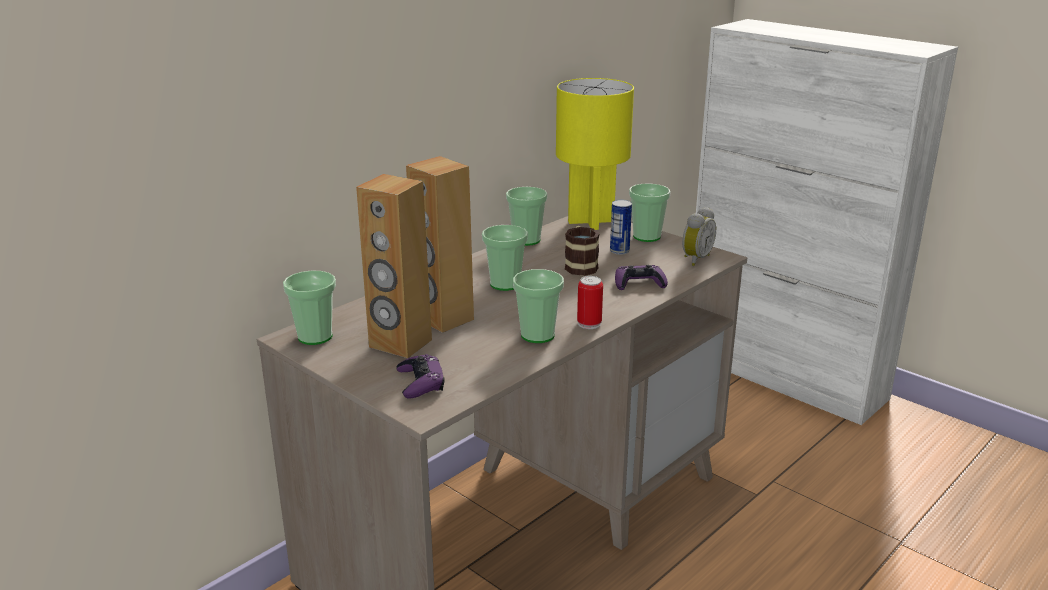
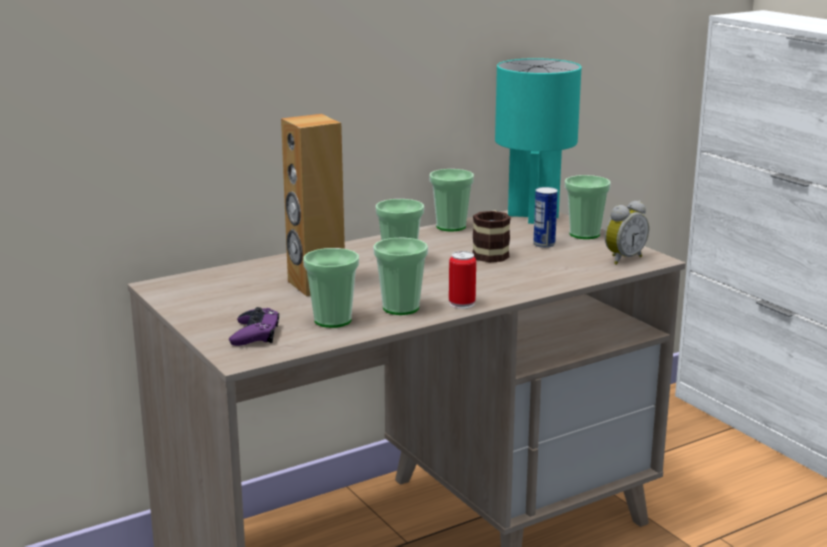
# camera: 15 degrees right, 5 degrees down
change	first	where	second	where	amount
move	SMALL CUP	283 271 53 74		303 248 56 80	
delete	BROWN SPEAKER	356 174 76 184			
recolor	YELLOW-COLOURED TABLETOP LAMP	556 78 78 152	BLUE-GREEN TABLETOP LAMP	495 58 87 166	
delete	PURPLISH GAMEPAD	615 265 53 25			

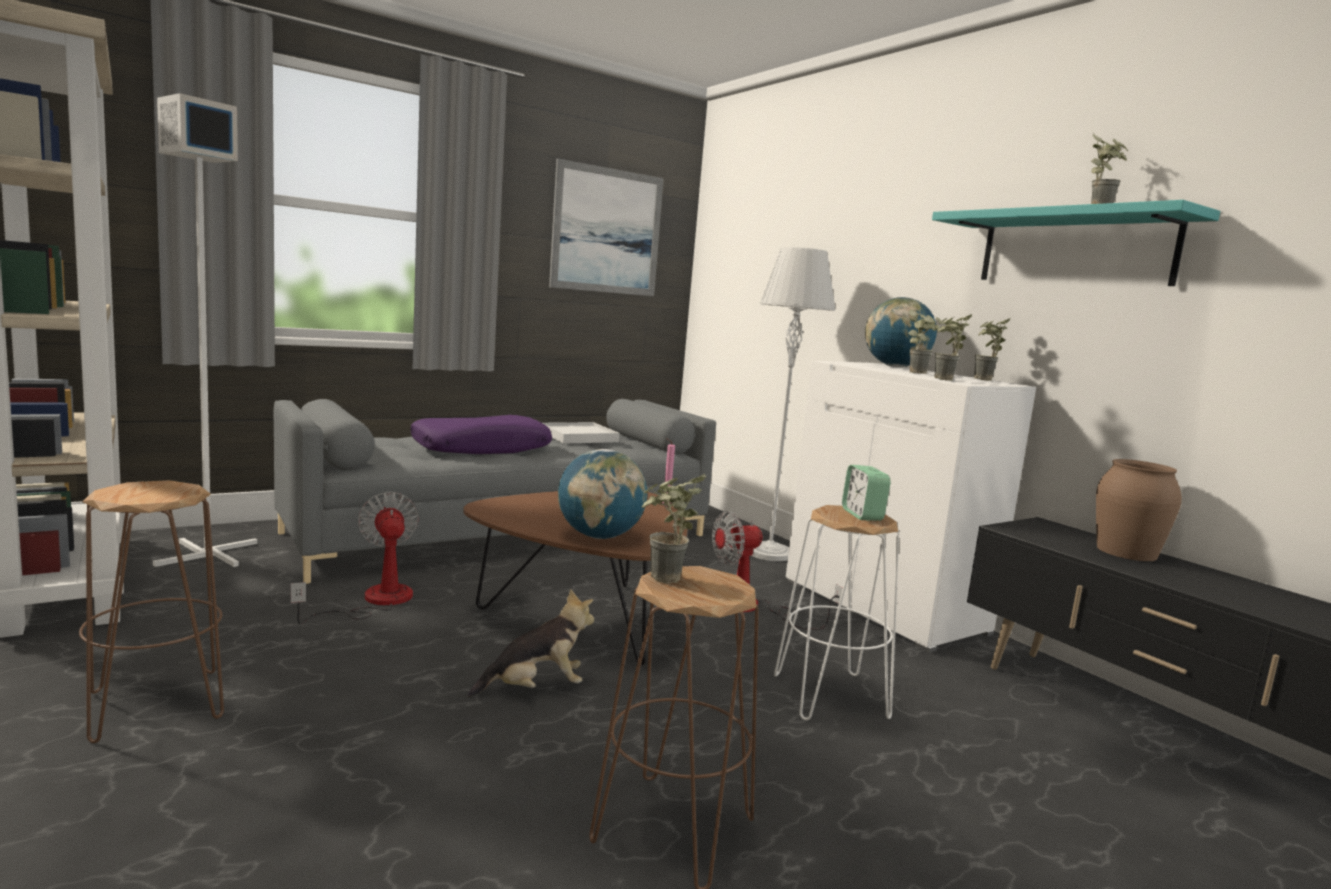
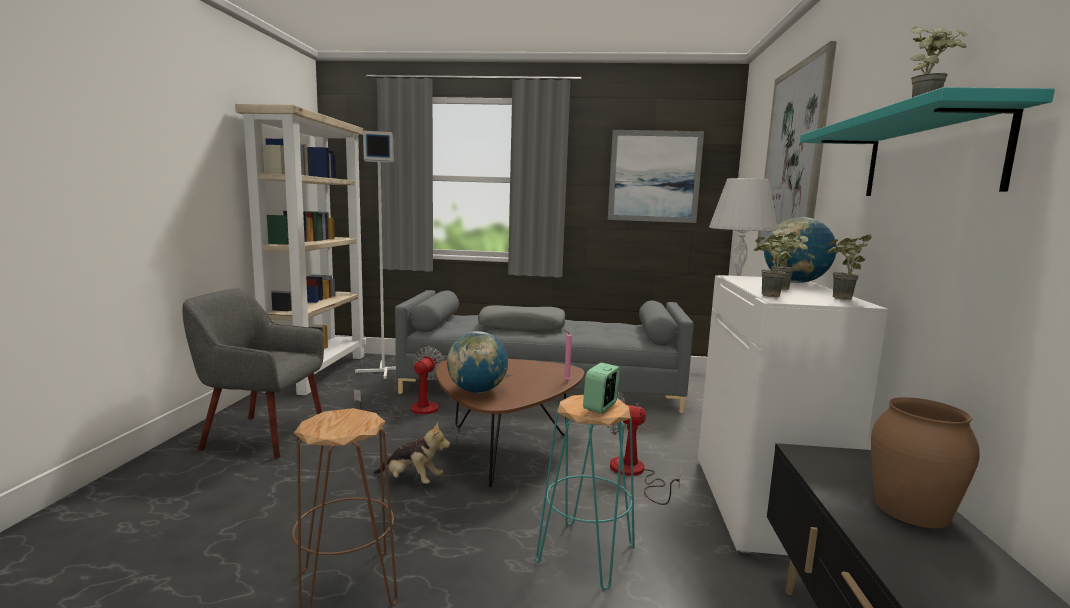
# camera: 40 degrees right, 0 degrees up
change	first	where	second	where	amount
replace	BROWN STOOL SEAT	79 480 145 263	GREYISH LOUNGE CHAIR	182 288 142 171	
recolor	PURPLISH CUSHION	410 415 142 39	GREYISH CUSHION	478 305 87 27	
delete	WHITE CARRYING TRAY	543 422 77 22			
delete	HOUSEPLANT	642 474 64 110			
recolor	WHITE STOOL SEAT	774 505 125 215	BLUE-GREEN STOOL SEAT	536 395 99 195	
insert			PICTURE	757 41 80 210	

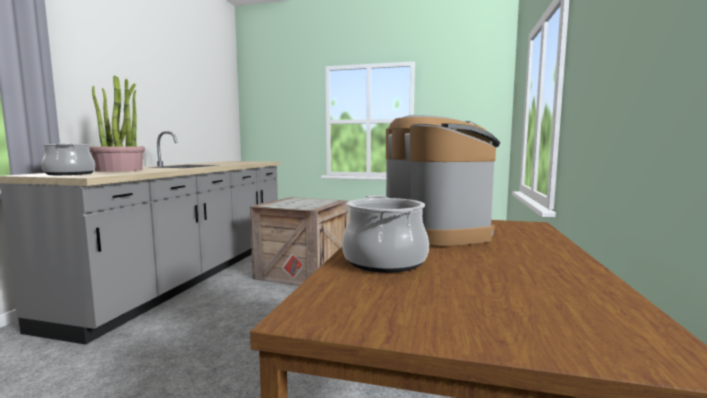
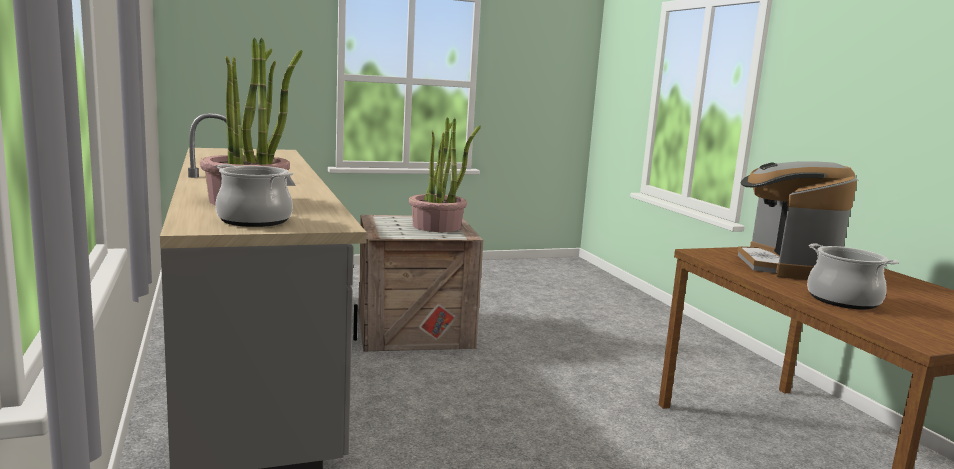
# camera: 35 degrees left, 5 degrees up
change	first	where	second	where	amount
rotate	COFFEE MAKER	386 115 114 132		738 161 119 119	120 degrees counterclockwise
insert			HOUSEPLANT	409 117 72 115	

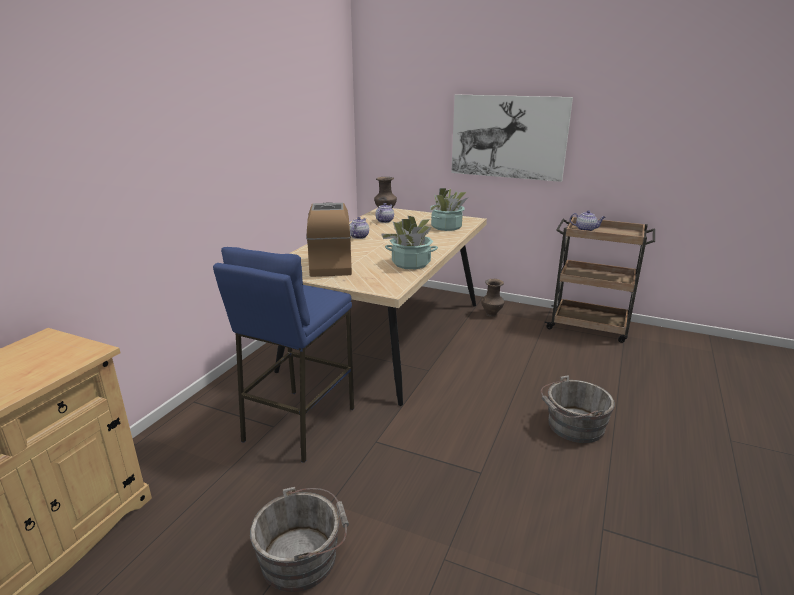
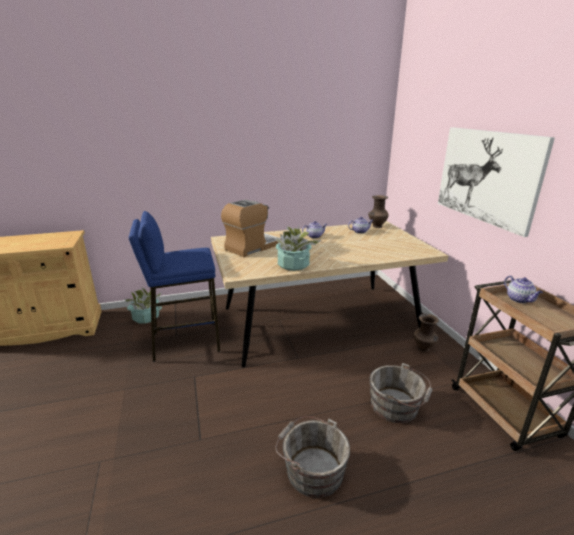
# camera: 50 degrees right, 0 degrees up
change	first	where	second	where	amount
move	GREYISH PAIL	250 487 99 105		369 363 63 60	
move	HOUSEPLANT	430 188 39 43		124 287 38 37	

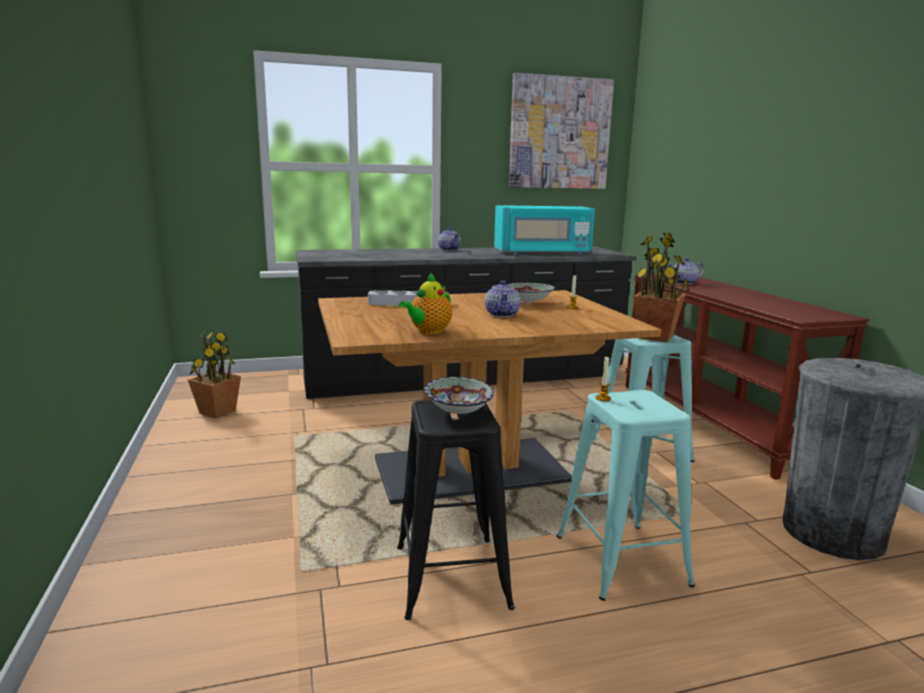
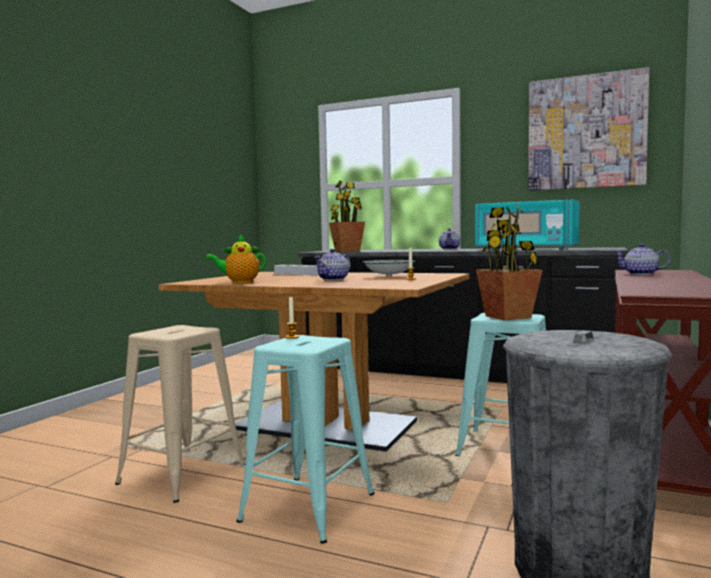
# camera: 40 degrees right, 10 degrees down
change	first	where	second	where	amount
move	HOUSEPLANT	188 330 53 88		329 181 36 71	
recolor	BLACKISH STOOL SEAT	397 400 118 220	SAND-COLOURED STOOL SEAT	115 325 130 178	
delete	DEEP DISH	424 377 70 37			

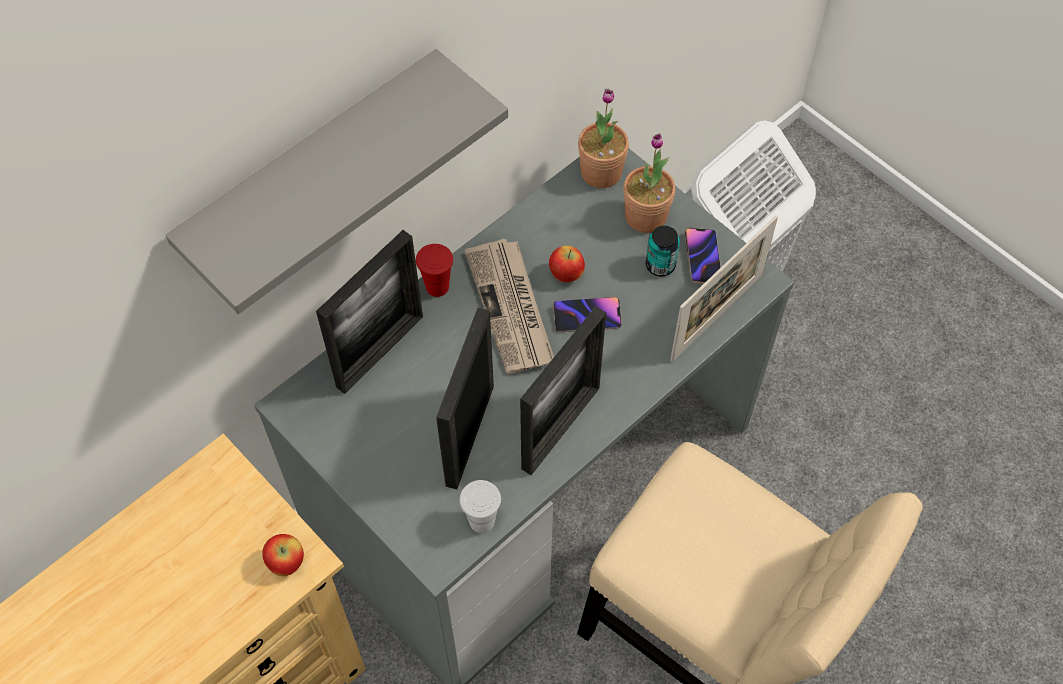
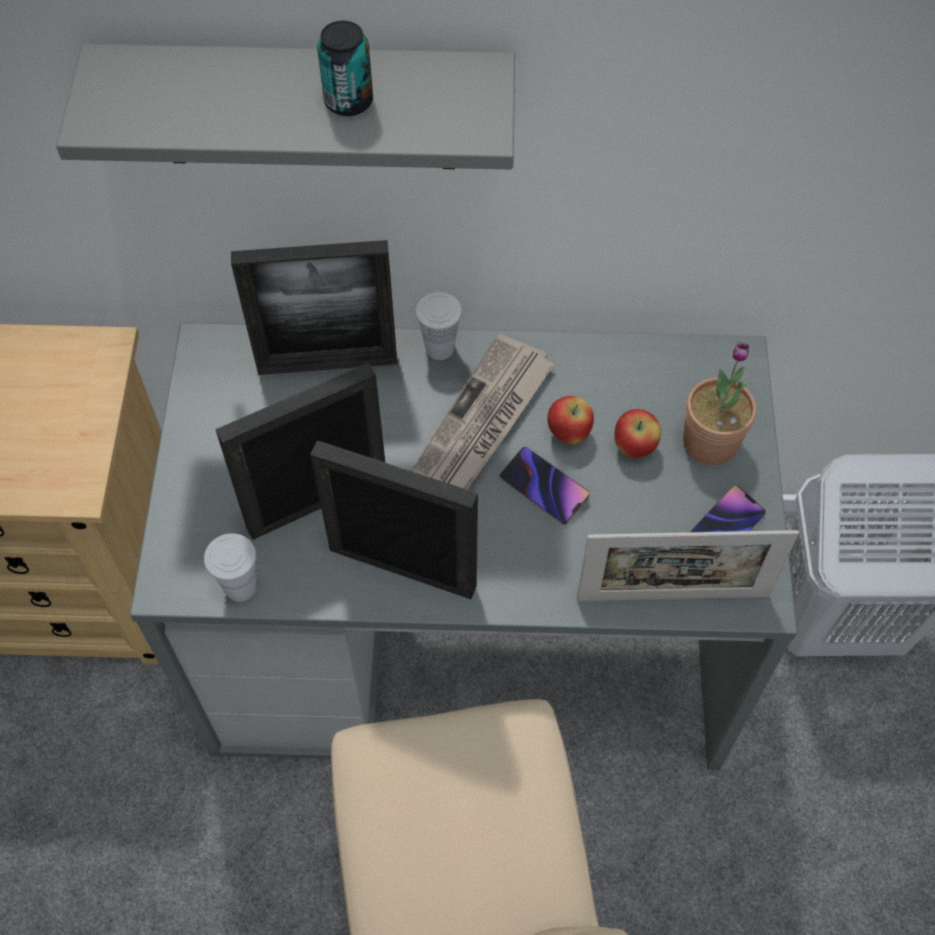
# camera: 45 degrees right, 0 degrees up
change	first	where	second	where	amount
move	APPLE	262 534 42 42		615 409 46 49	
recolor	RED-COLOURED SMALL CUP	416 244 37 53	WHITE SMALL CUP	415 292 47 68	
rotate	PICTURE FRAME	520 306 86 169		310 440 168 159	150 degrees counterclockwise
delete	HOUSEPLANT	578 89 51 99			
move	CAN	646 226 34 50		317 20 56 96	

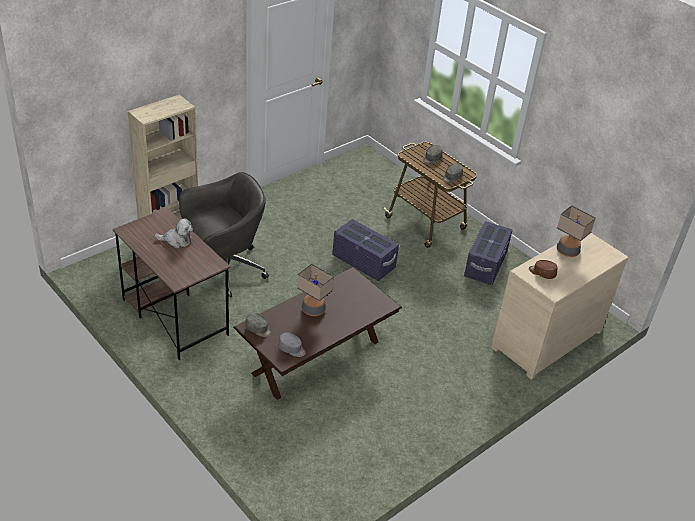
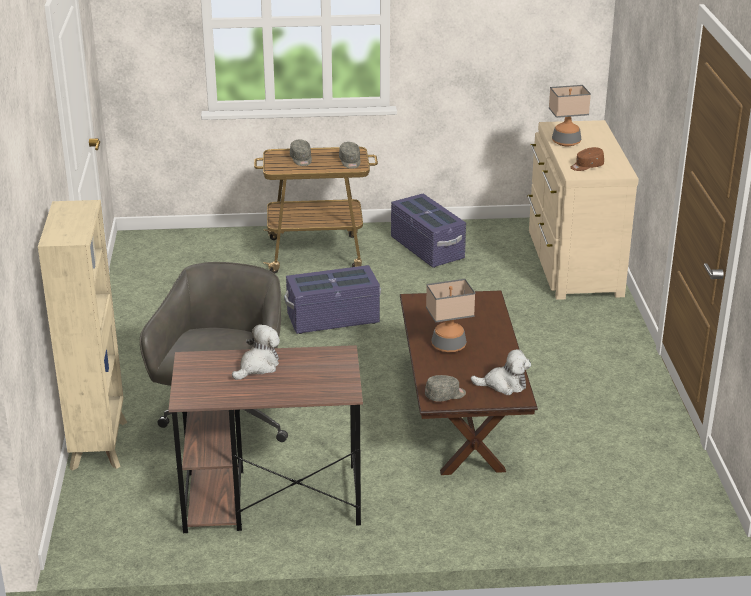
# camera: 50 degrees left, 10 degrees down
change	first	where	second	where	amount
replace	GREYISH CAP	278 333 28 24	CUDDLY TOY	471 349 60 46	

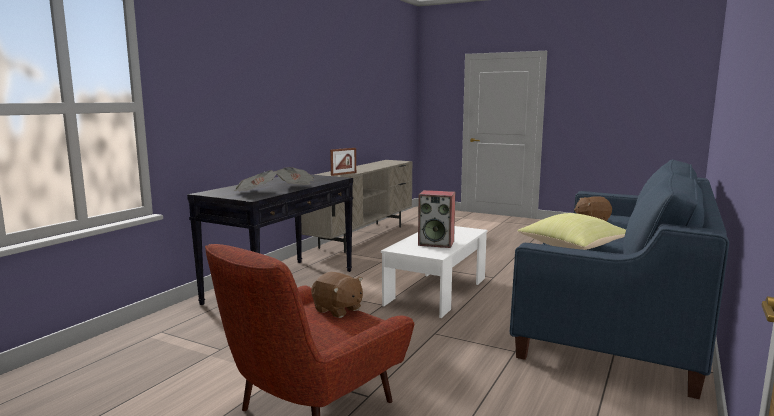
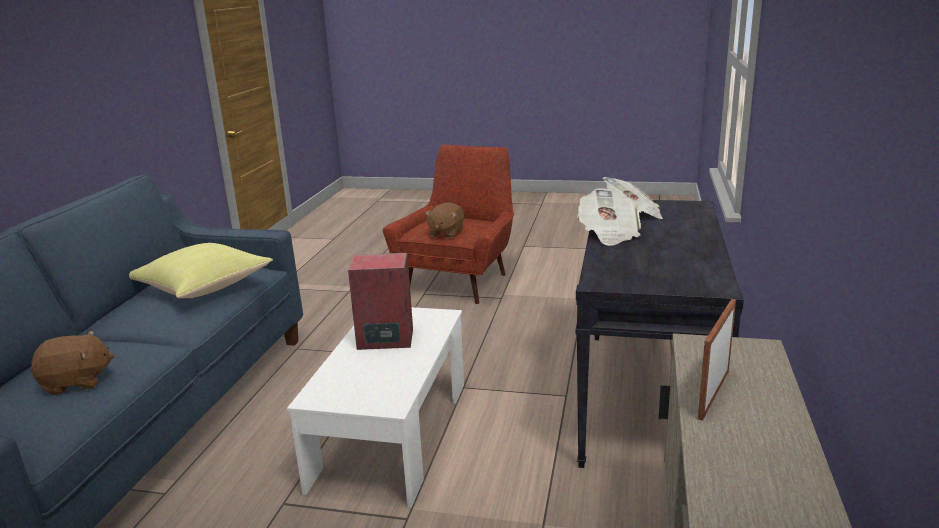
# camera: 165 degrees right, 10 degrees up
change	first	where	second	where	amount
rotate	BROWN CUDDLY TOY	311 272 52 46		425 202 39 36	90 degrees counterclockwise

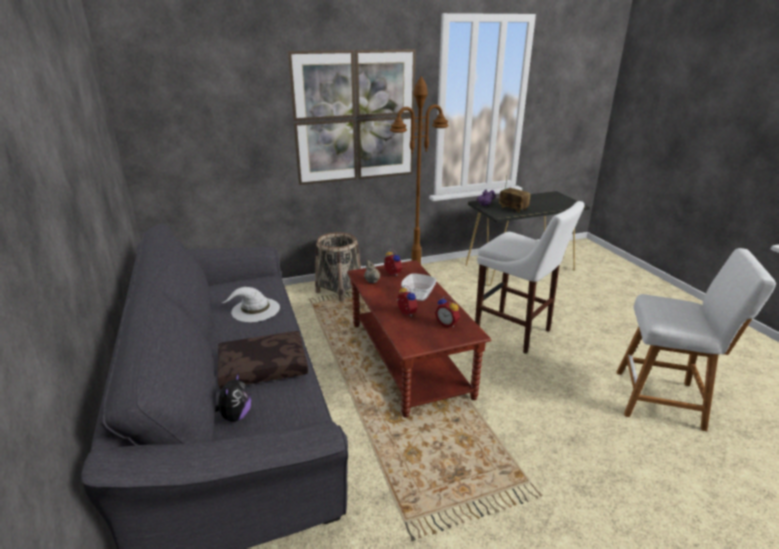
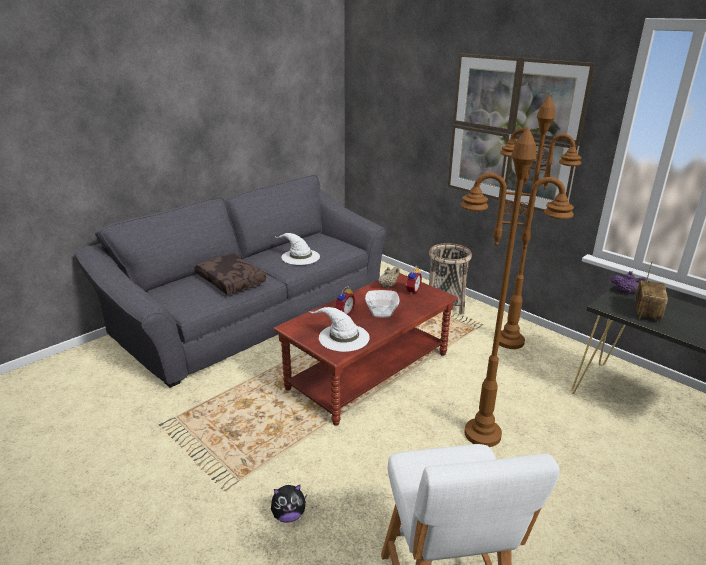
# camera: 65 degrees right, 0 degrees up
change	first	where	second	where	amount
move	CUDDLY TOY	215 372 36 50		271 485 36 38	
replace	BEDSIDE CLOCK	435 296 25 32	WHITE CLOTHING HAT	309 307 61 45	
replace	WHITE STOOL SEAT	475 201 110 153	BROWN FLOOR LAMP	460 127 114 320	

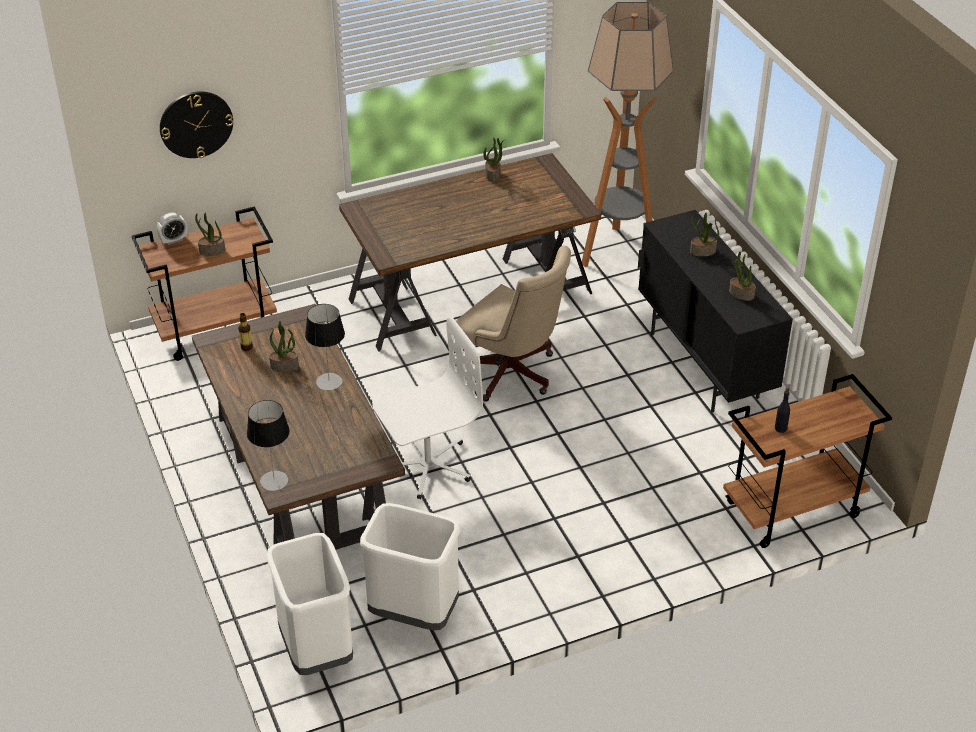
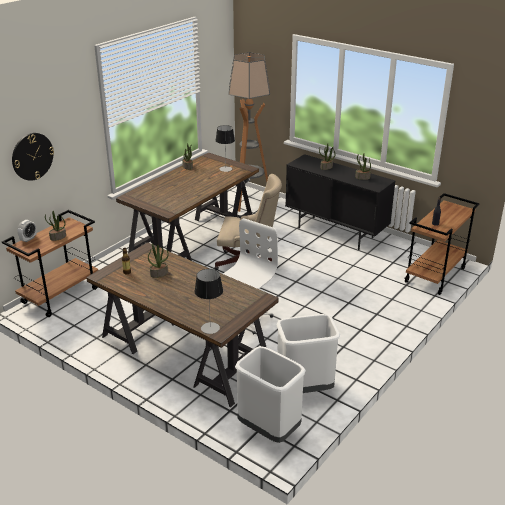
# camera: 30 degrees left, 10 degrees down
change	first	where	second	where	amount
move	TABLETOP LAMP	305 304 40 87		216 125 19 47	

